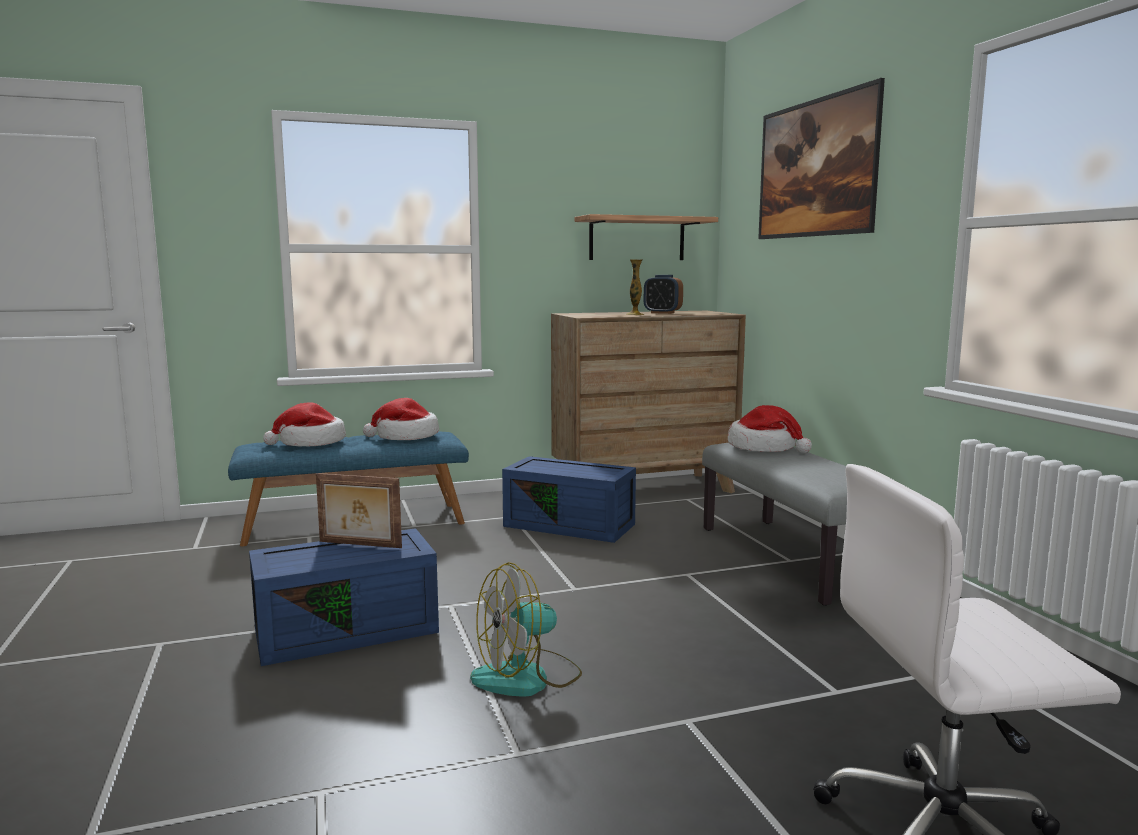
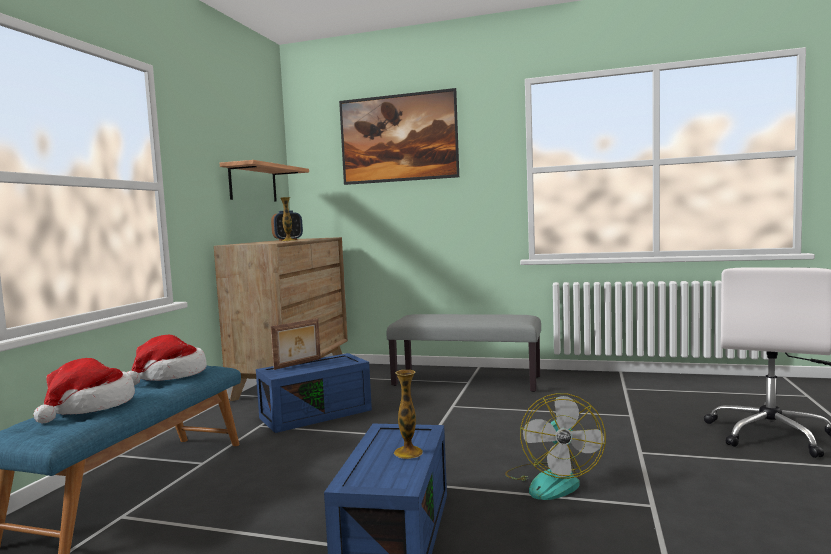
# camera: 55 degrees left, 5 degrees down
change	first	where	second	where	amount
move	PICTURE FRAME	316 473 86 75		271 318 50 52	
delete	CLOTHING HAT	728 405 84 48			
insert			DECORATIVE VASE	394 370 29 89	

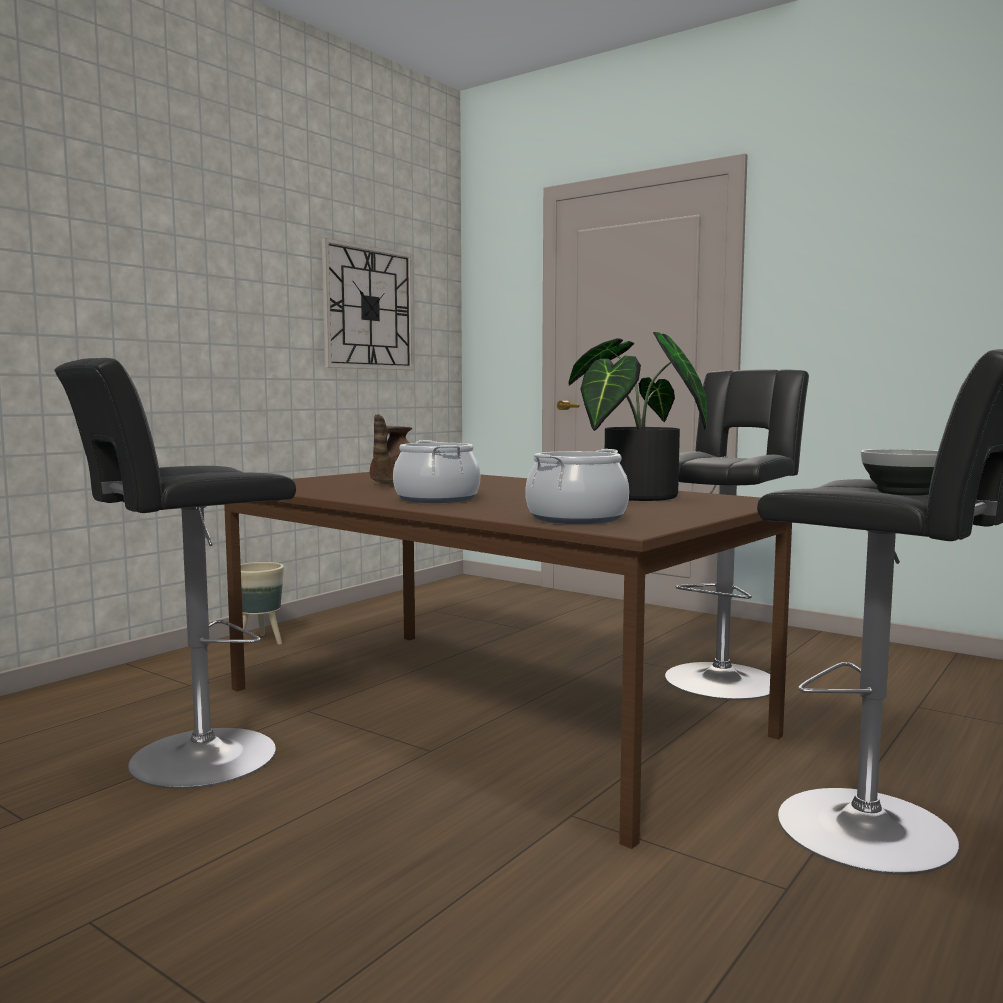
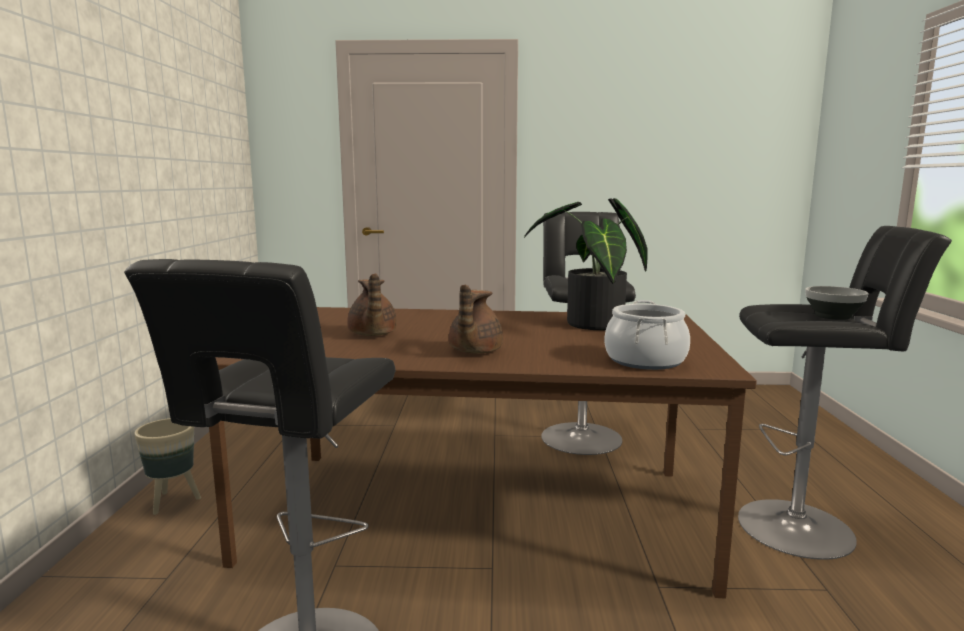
# camera: 35 degrees left, 5 degrees up
change	first	where	second	where	amount
delete	WALL CLOCK	322 238 92 132			
replace	SAUCEPOT	393 440 87 63	BROWN TEA POT	449 285 54 68	

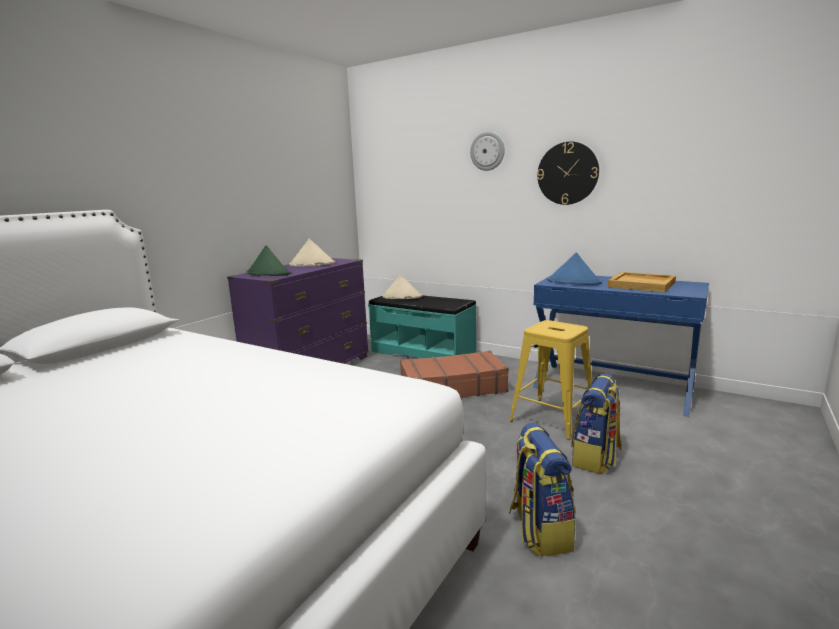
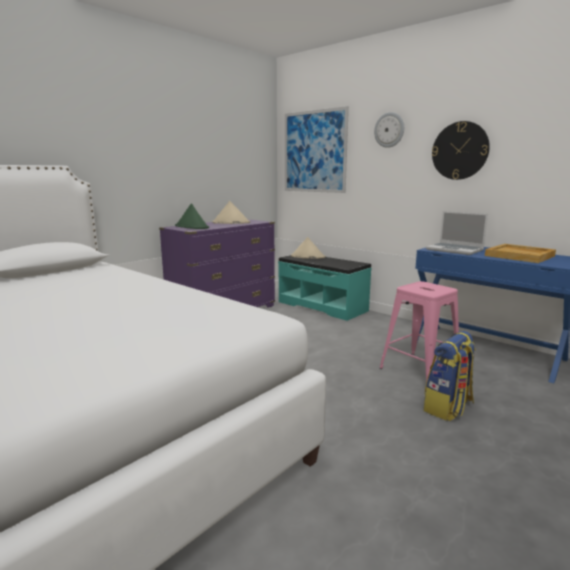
# camera: 10 degrees right, 0 degrees up
change	first	where	second	where	amount
delete	BROWN PIECE OF LUGGAGE	400 351 109 46			
recolor	YELLOW-COLOURED STOOL SEAT	509 320 83 120	PINK-COLOURED STOOL SEAT	380 281 79 101	
delete	RUCKSACK	509 423 66 133			
replace	BLUE-COLOURED CLOTHING HAT	547 253 55 32	LAPTOP	426 211 62 44	
insert			PICTURE	285 106 64 87	

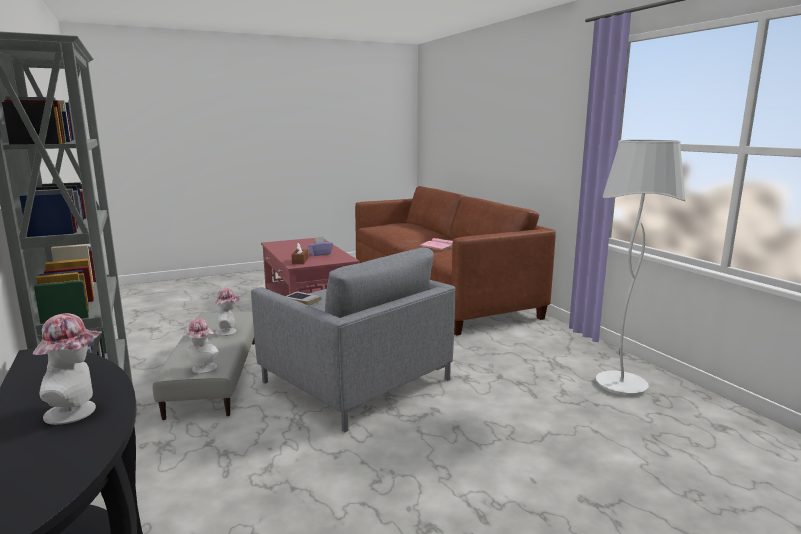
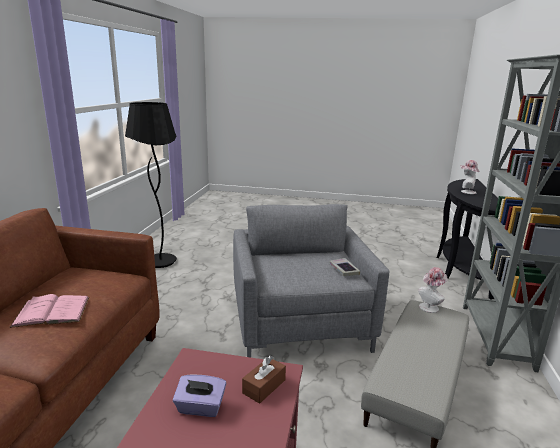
# camera: 145 degrees left, 5 degrees up
change	first	where	second	where	amount
delete	CLOTHING HAT	214 288 27 48			
recolor	WHITE FLOOR LAMP	596 140 90 256	BLACKISH FLOOR LAMP	125 102 52 166	

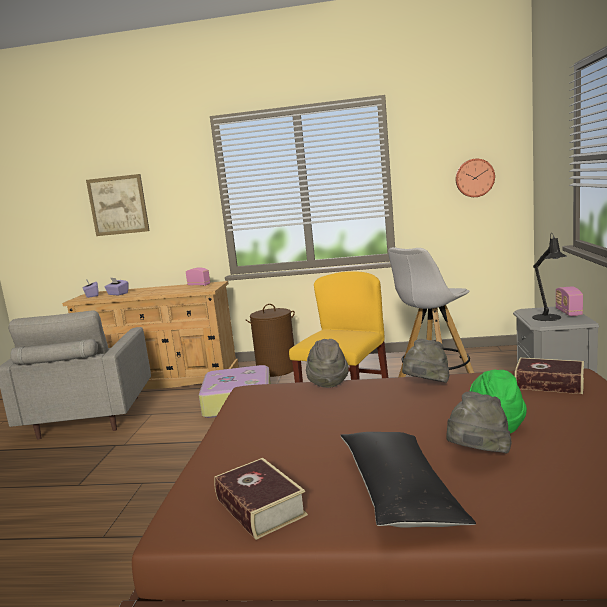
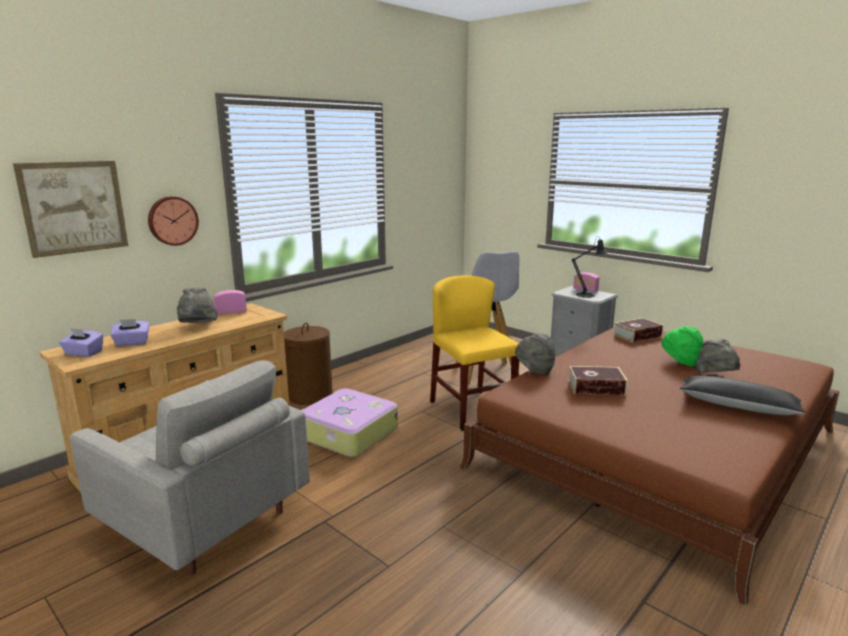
# camera: 55 degrees left, 5 degrees up
change	first	where	second	where	amount
move	VOLUME	214 458 94 82		568 366 60 29	
move	GREYISH CLOTHING HAT	402 339 47 44		177 288 41 35	
move	WALL CLOCK	455 159 40 38		148 196 51 50	

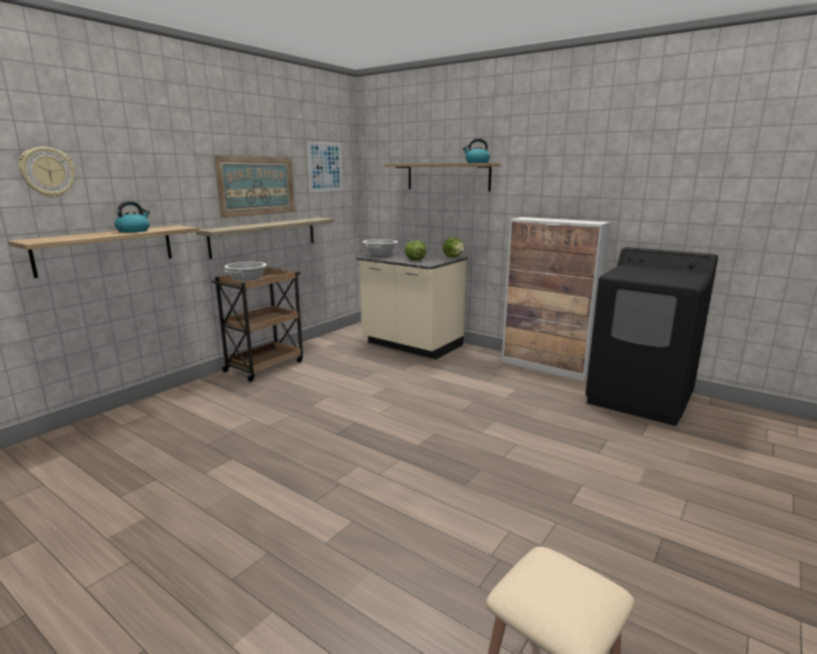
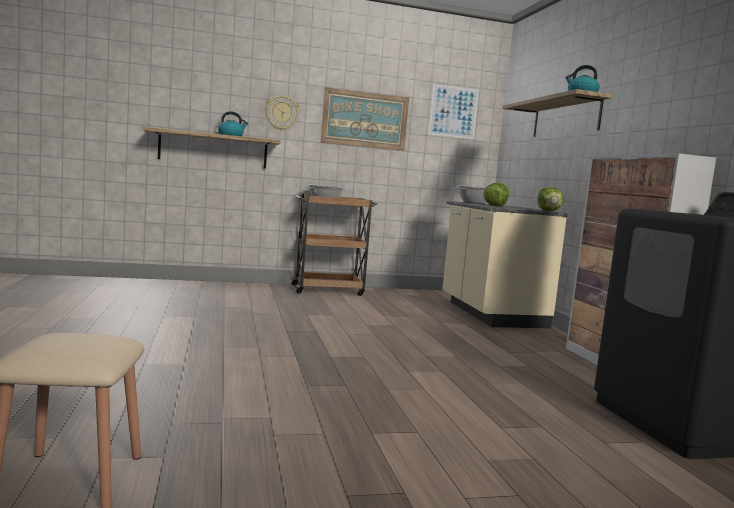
# camera: 40 degrees right, 10 degrees down
change	first	where	second	where	amount
move	WALL CLOCK	18 147 57 51		265 95 35 36	
delete	WALL SHELF	196 218 138 41			

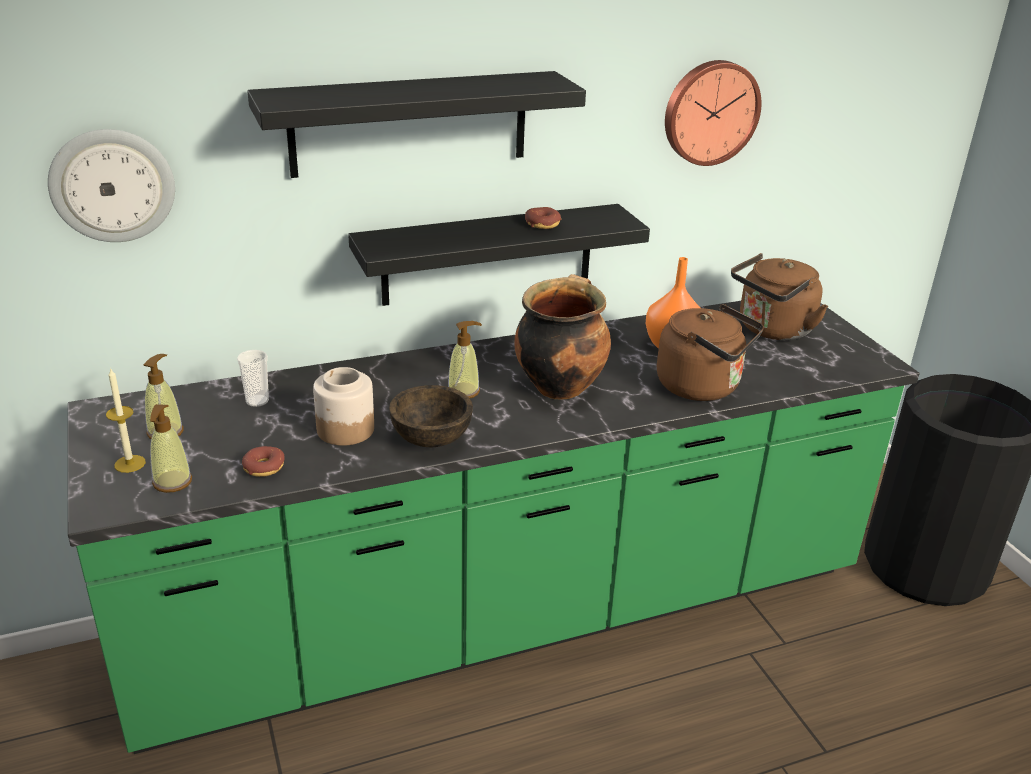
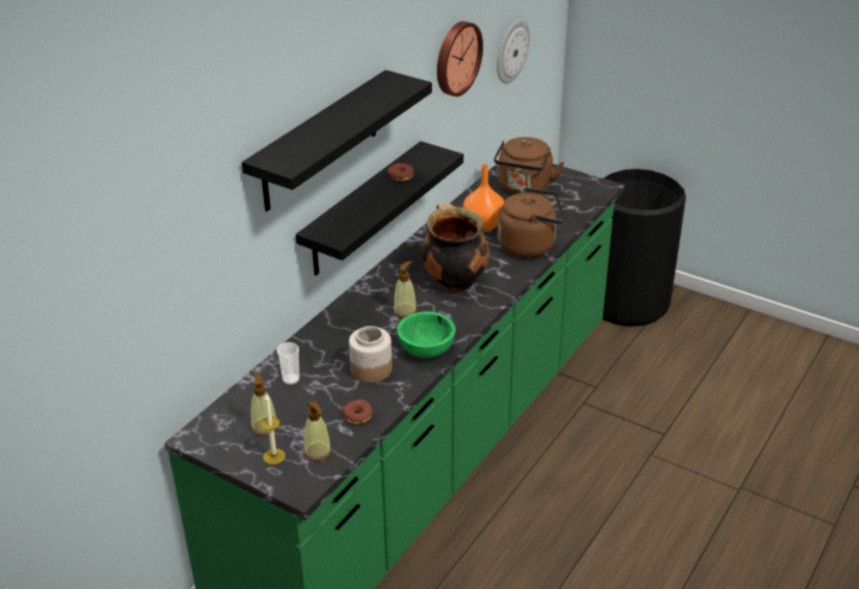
# camera: 35 degrees left, 5 degrees up
change	first	where	second	where	amount
move	WALL CLOCK	48 129 127 113		497 19 33 65	
recolor	BROWN DEEP DISH	389 385 84 62	GREEN DEEP DISH	397 311 59 47	

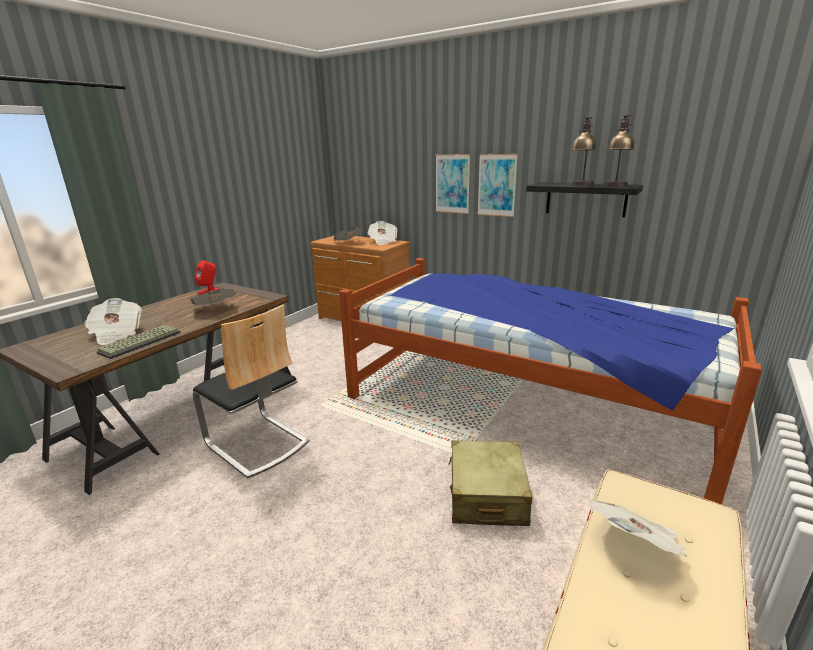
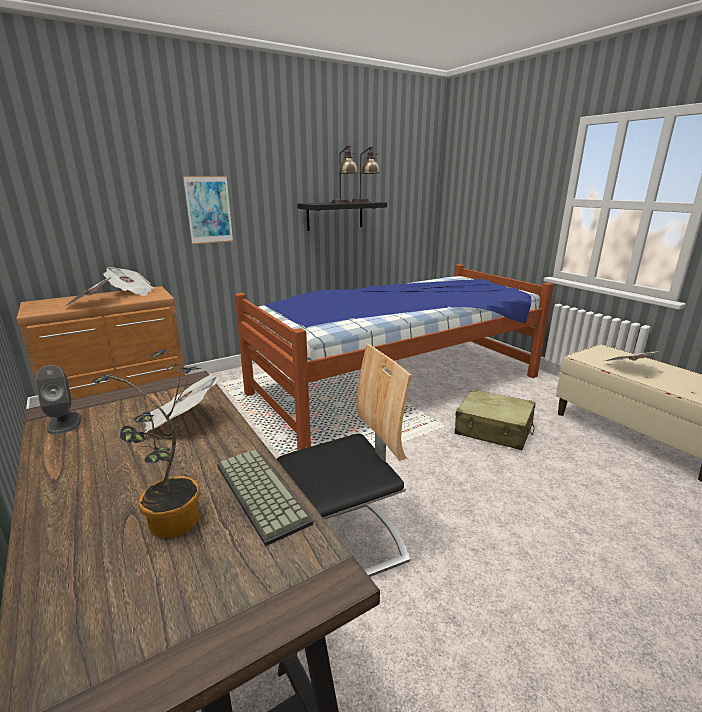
# camera: 65 degrees left, 0 degrees up
change	first	where	second	where	amount
replace	PRINTED PAPER	84 298 58 47	HOUSEPLANT	92 349 108 189	
recolor	RED-COLOURED SPEAKER	194 260 25 35	GREYISH SPEAKER	35 365 46 69	
delete	PICTURE	477 154 41 63			

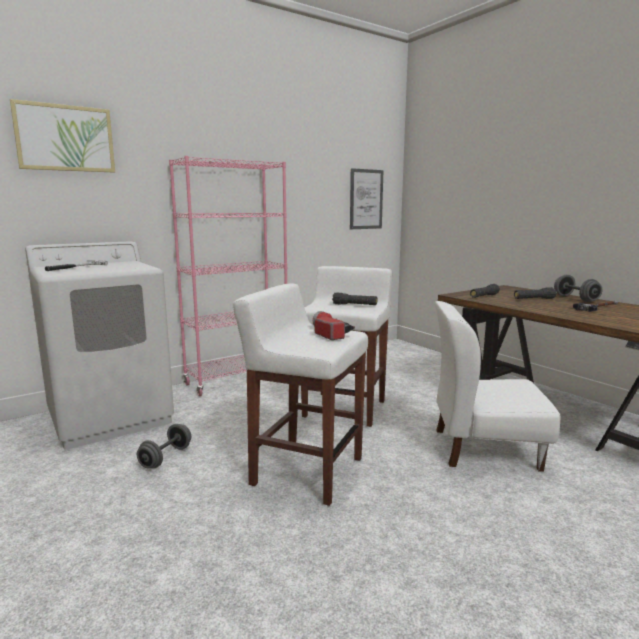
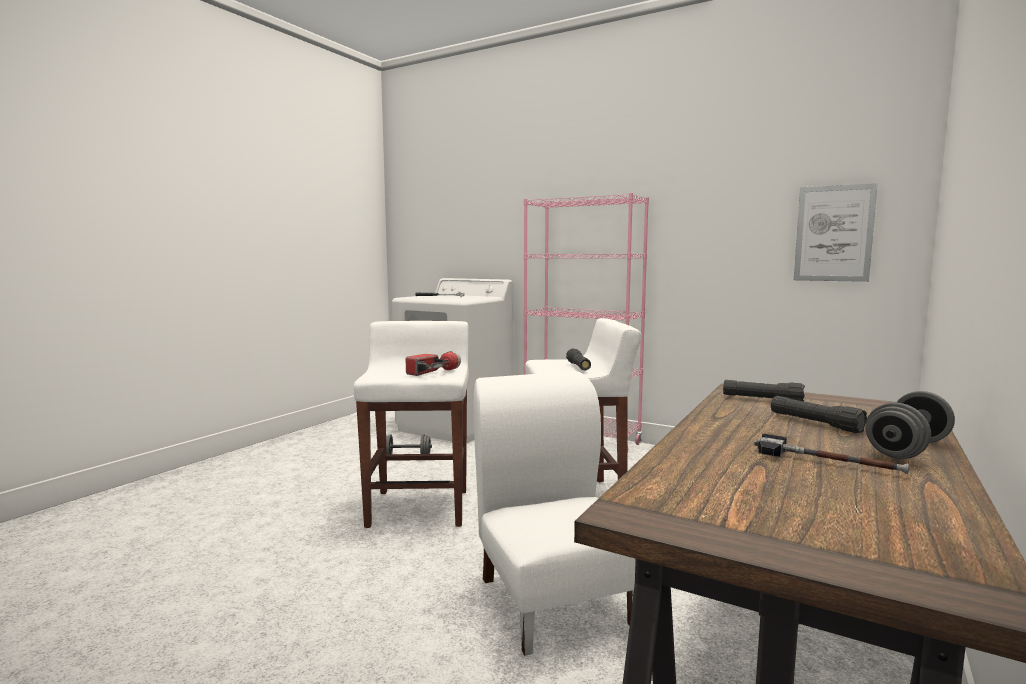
# camera: 65 degrees right, 5 degrees down
change	first	where	second	where	amount
delete	PICTURE	10 99 105 74			

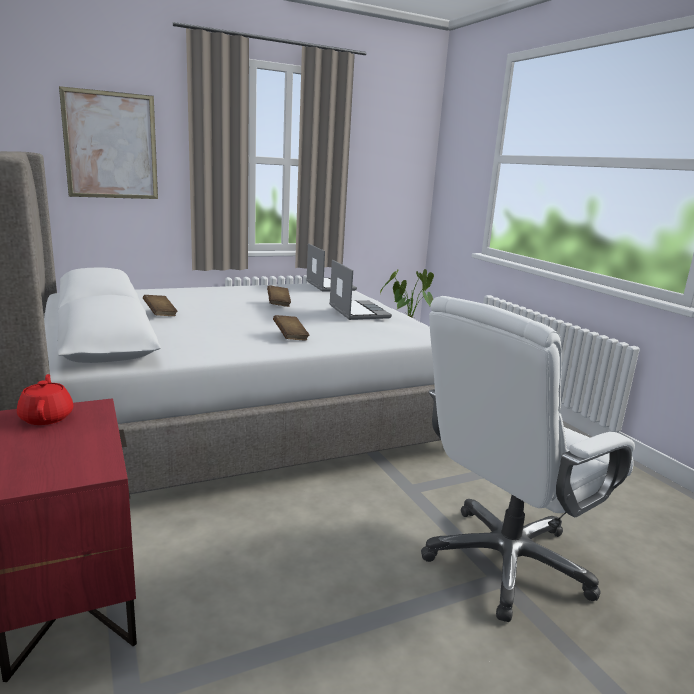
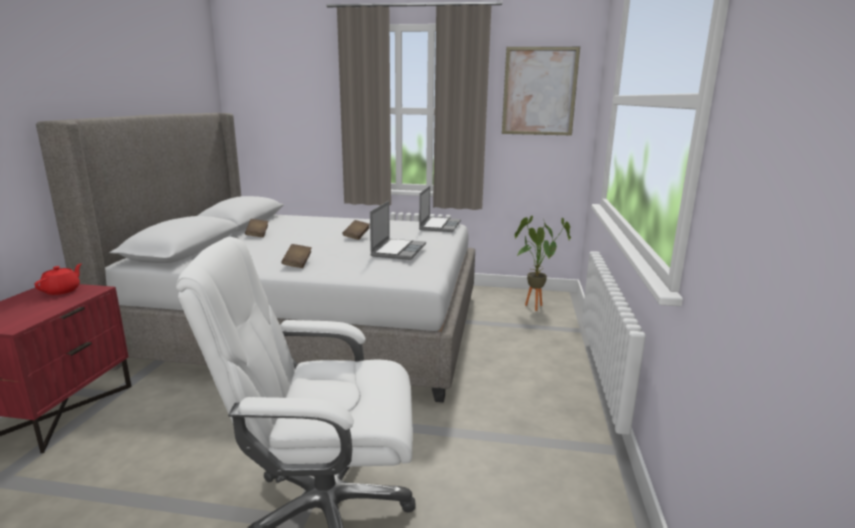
# camera: 35 degrees right, 0 degrees up
change	first	where	second	where	amount
move	PICTURE	59 86 99 113		502 47 78 88	

